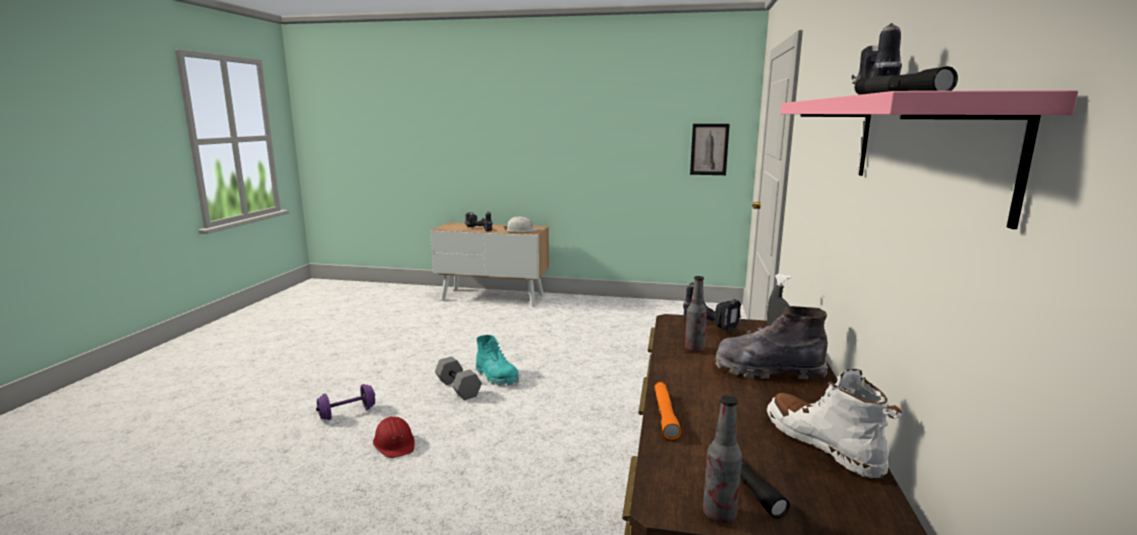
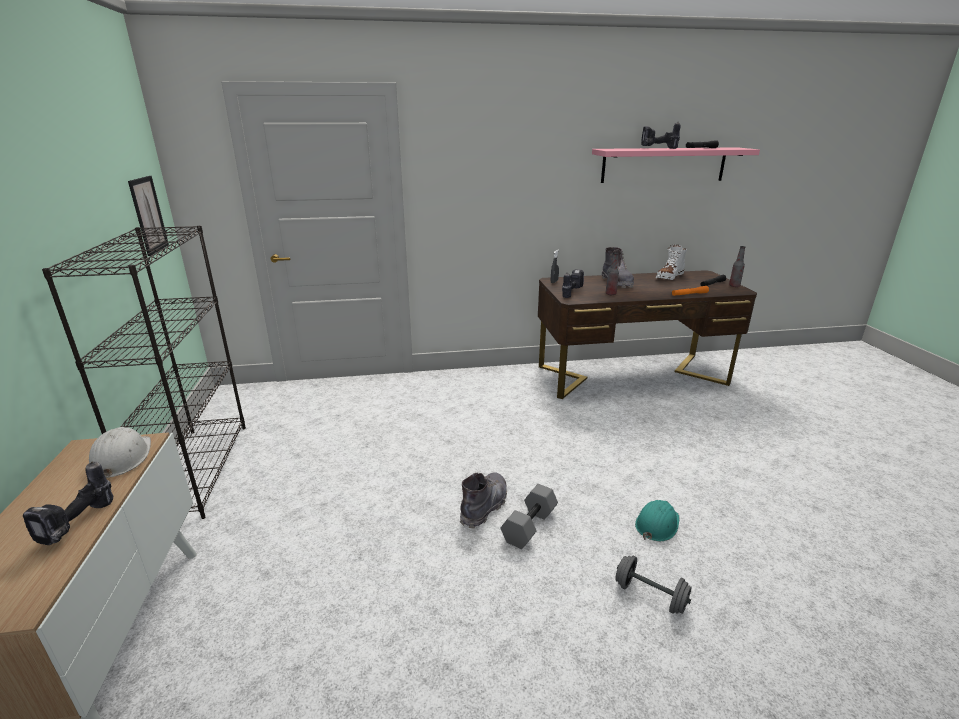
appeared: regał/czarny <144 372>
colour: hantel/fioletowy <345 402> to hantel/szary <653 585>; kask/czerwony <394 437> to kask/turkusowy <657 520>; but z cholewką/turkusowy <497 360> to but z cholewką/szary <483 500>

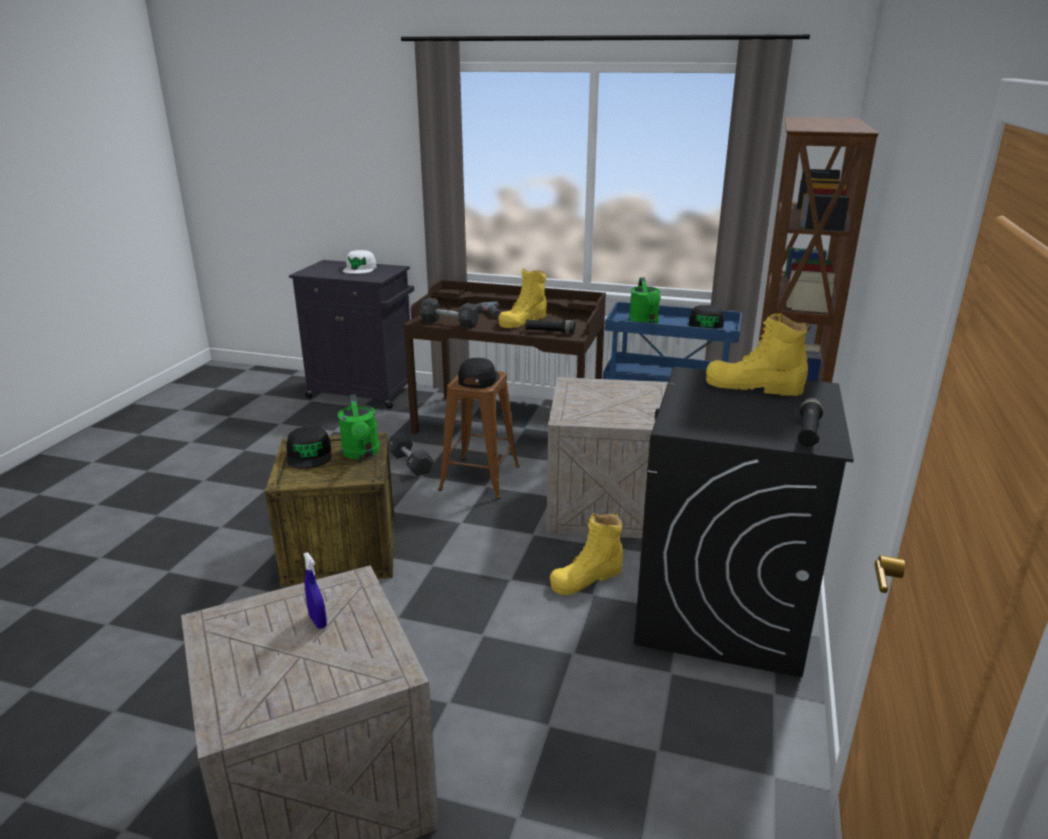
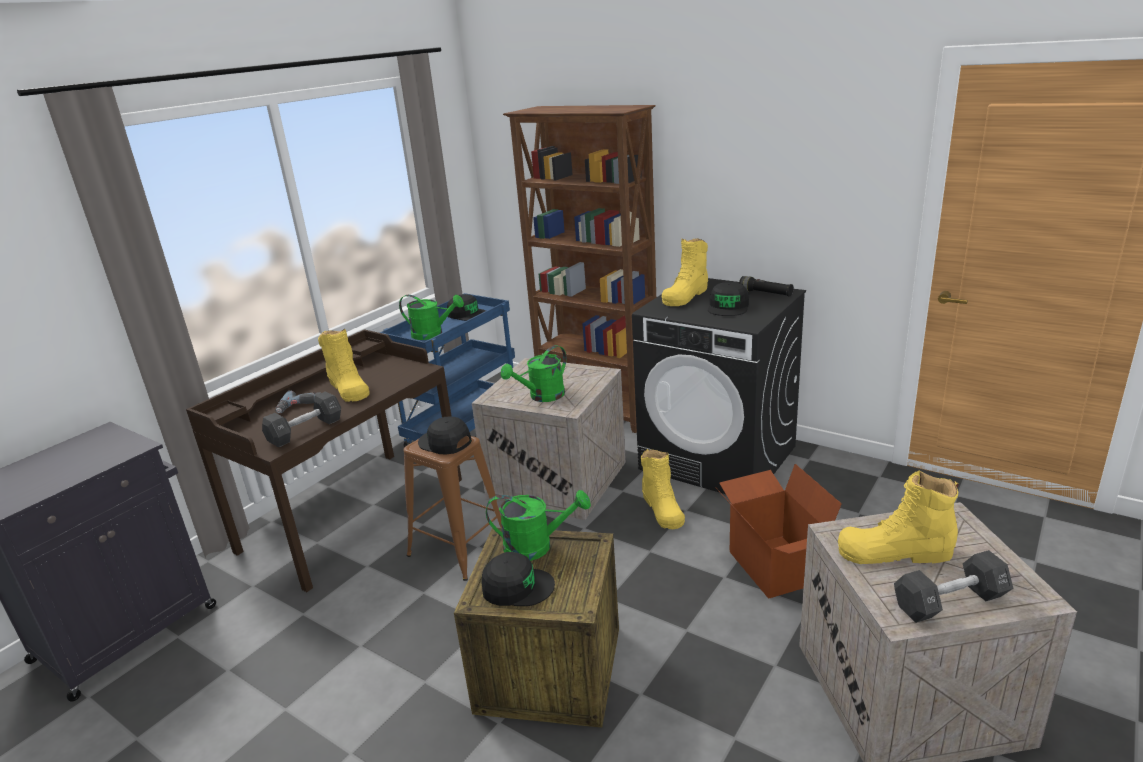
missing: czapka z daszkiem/biały <359 262>; latarka/czarny <550 326>
appeared: konewka/zielony <533 373>; czapka z daszkiem/czarny <728 299>; karton <778 531>
relocated: hantel/czarny <411 454> to <954 586>
exchanged: spryskiwacz/niebieski <315 590> to but z cholewką/żółty <898 517>

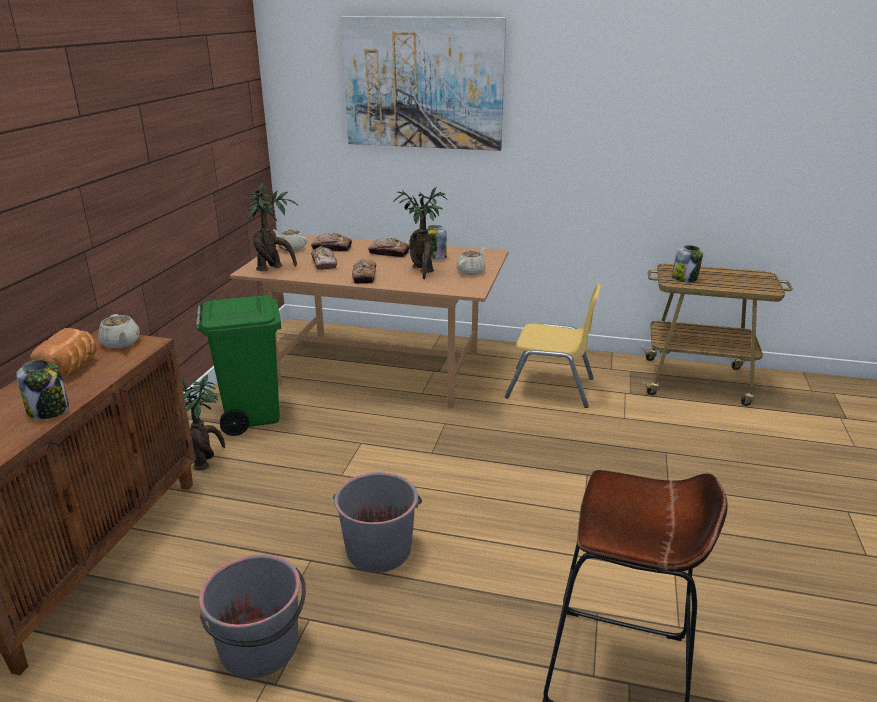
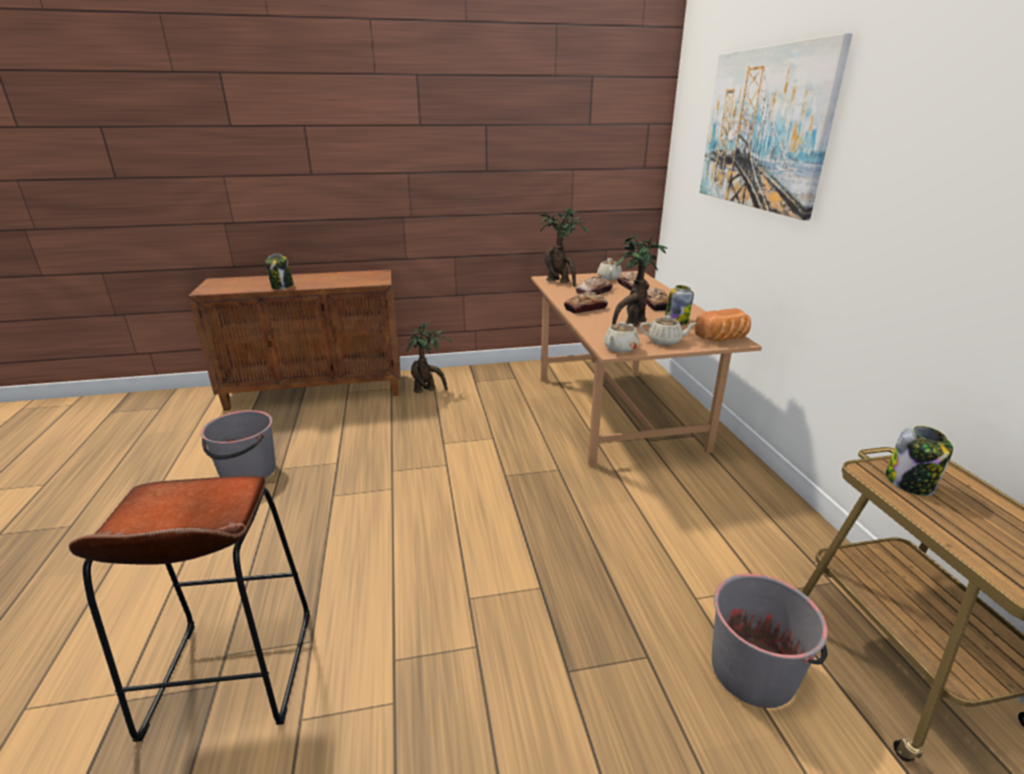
missing: kosz na śmieci/zielony <238 365>; krzesło/żółty <553 345>
relocated: chleb <63 353> to <723 325>; imbryk/beżowy <119 331> to <621 337>; wiadro/szary <377 522> to <770 640>

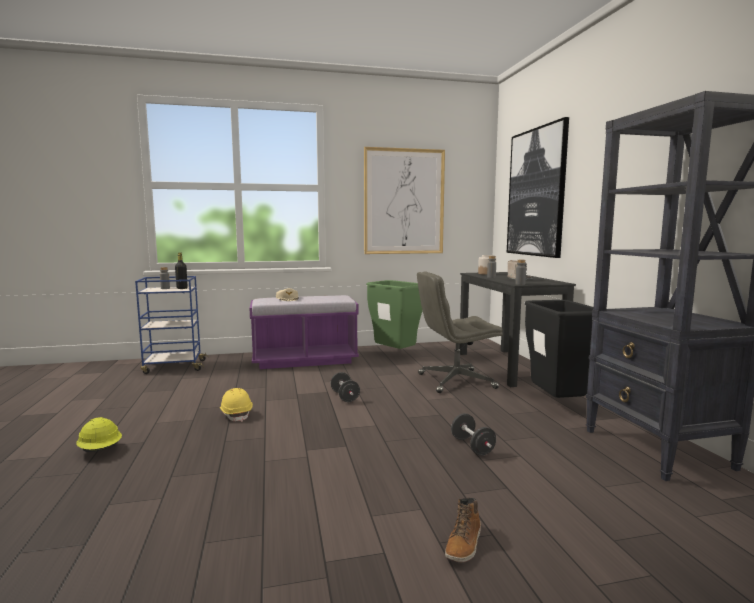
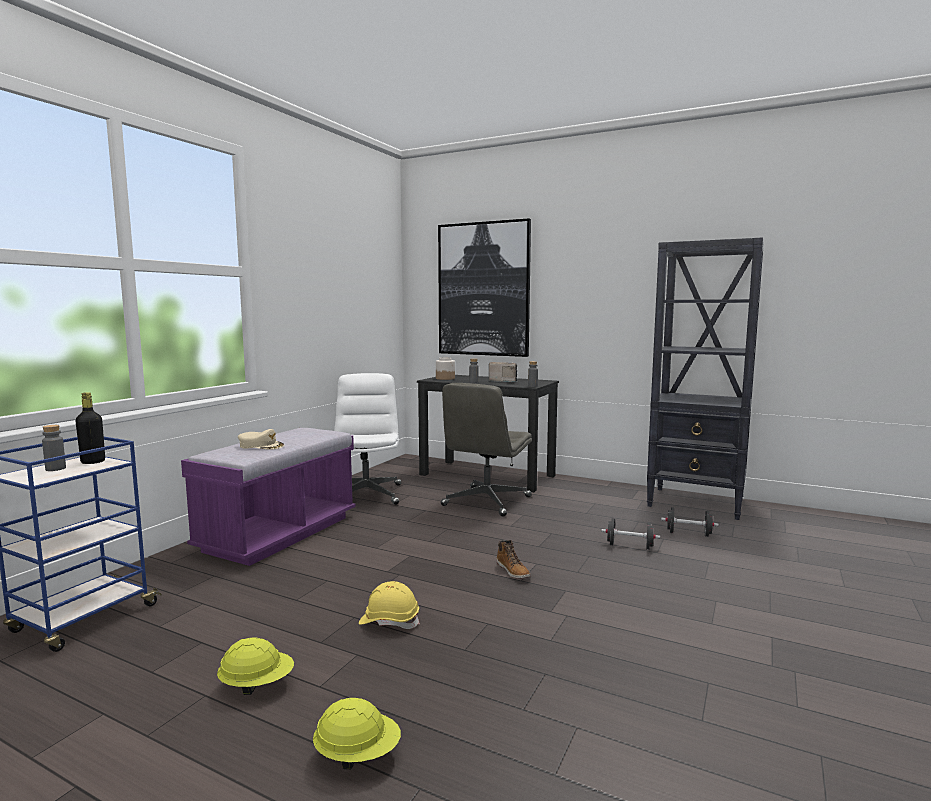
missing: obraz <404 200>; kosz na śmieci/czarny <559 349>
appeared: kask/żółty <255 666>
relocated: hantel/czarny <345 387> to <690 522>; but z cholewką <463 530> to <513 559>
exchanged: kosz na śmieci/zielony <394 314> to krzesło biurowe/biały <367 439>

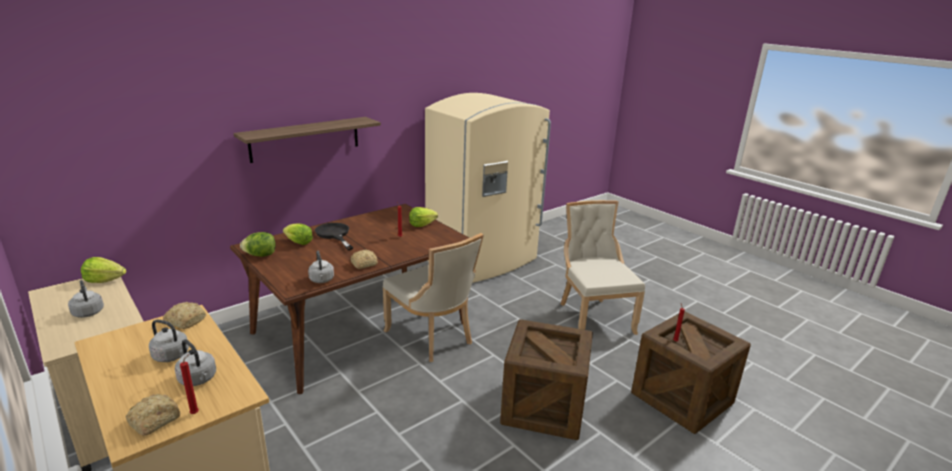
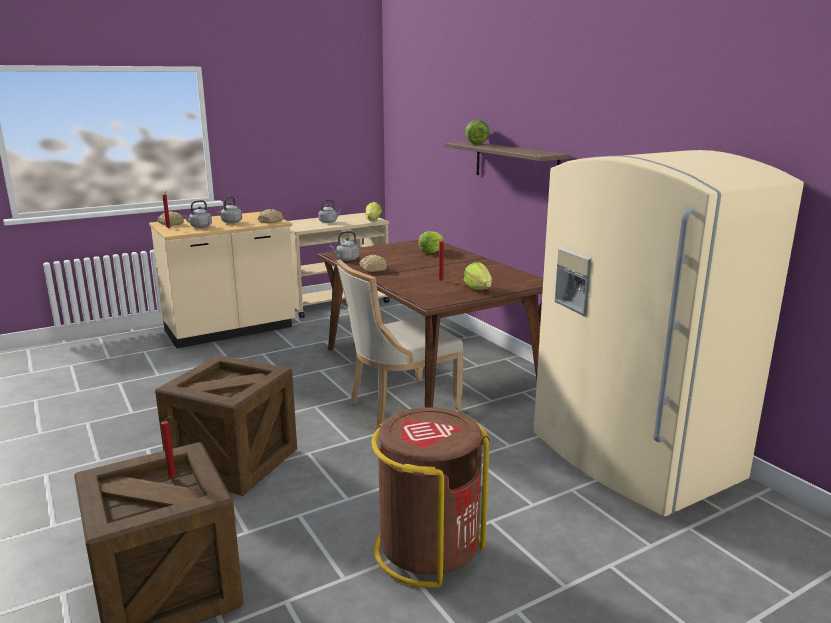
missing: patelnia/czarny <334 236>
relocated: sałata <258 244> to <477 132>
exchanged: krzesło/beżowy <602 267> to kosz na śmieci/brązowy <430 497>

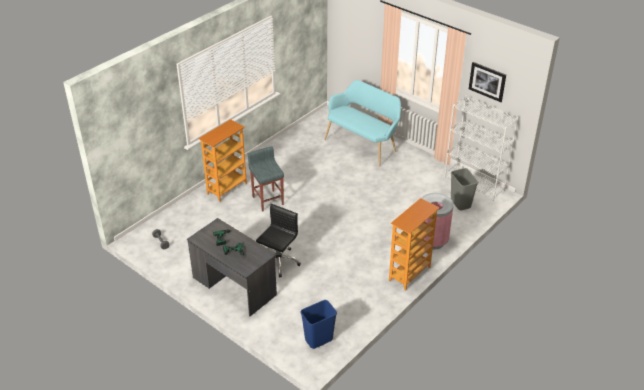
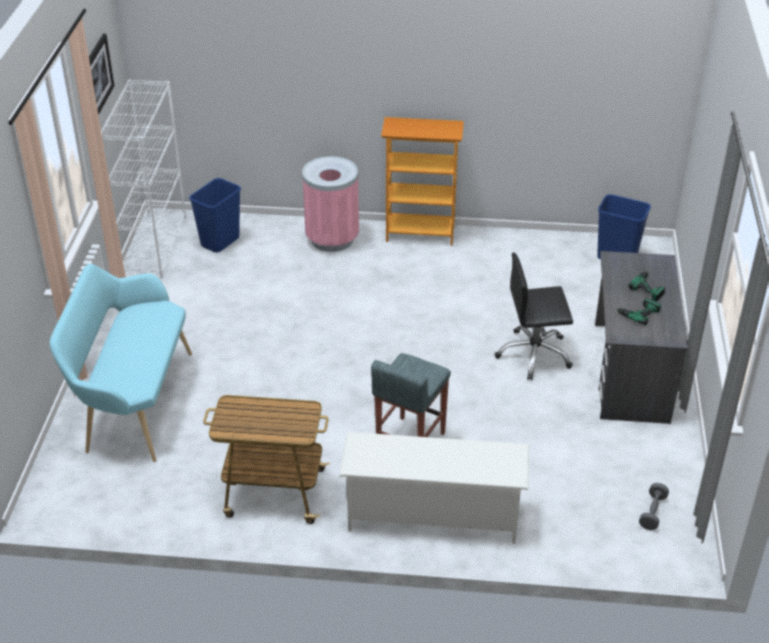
appeared: wózek <266 459>
exchanged: regał <222 160> to regał na buty/biały <434 488>
colour: kosz na śmieci/szary <464 189> to kosz na śmieci/niebieski <215 215>

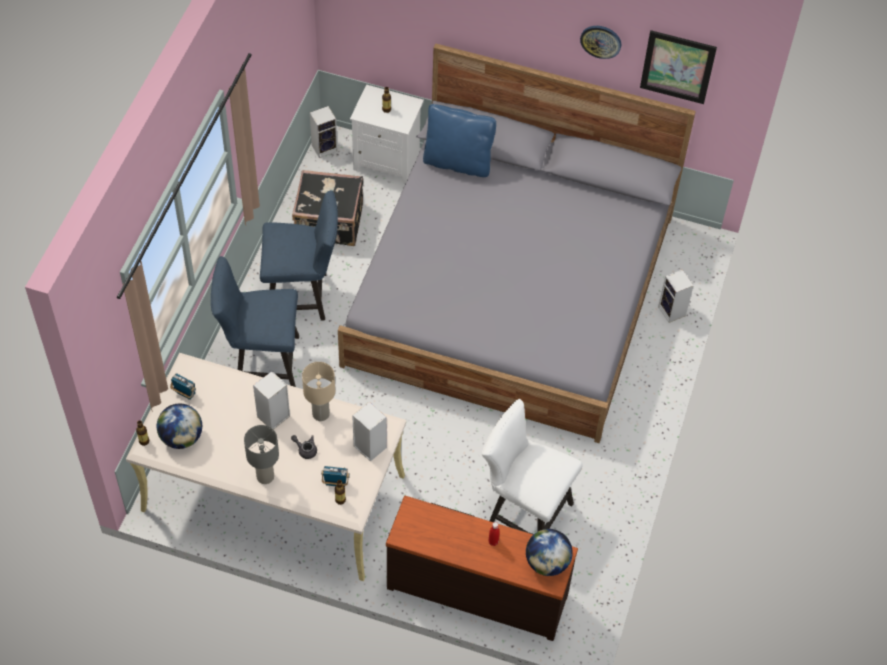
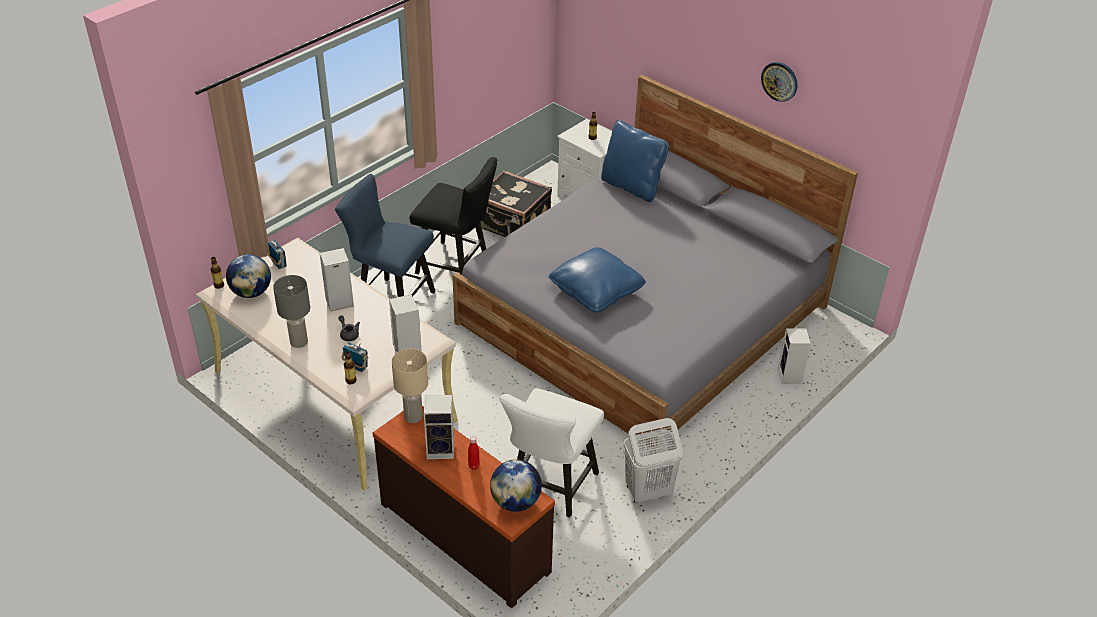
missing: obraz <678 67>
appeared: poduszka/niebieski <597 280>; kosz na pranie/biały <653 460>
relocated: lampa stołowa/beżowy <318 391> to <410 386>; głośnik <323 132> to <439 427>
colour: krzesło/niebieski <299 255> to krzesło/czarny <453 216>
spun: krzesło/biały <532 465> = <552 453> 120 degrees counterclockwise

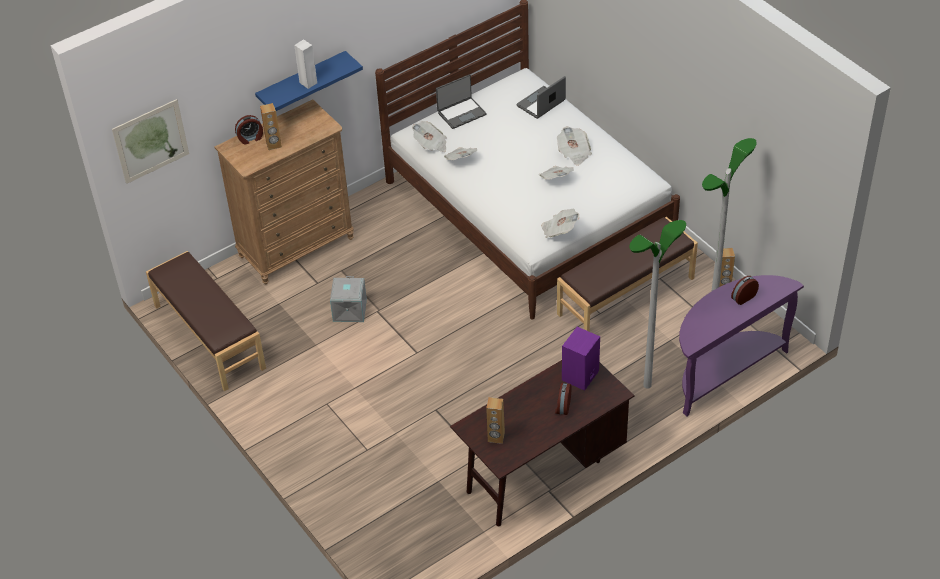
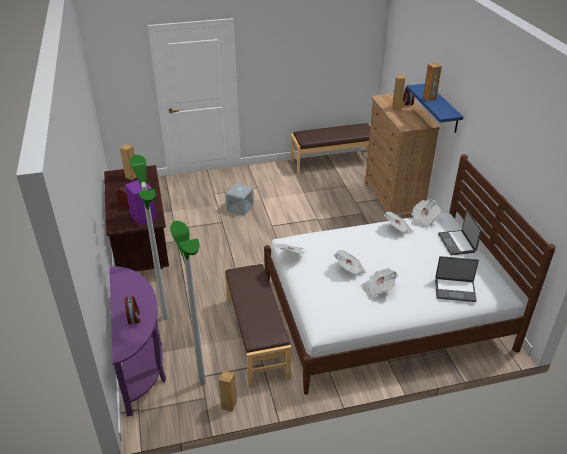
missing: obraz <150 141>
relocated: pojemnik do przechowywania/szary <348 299> to <239 199>
colour: głośnik/biały <305 64> to głośnik/brązowy <432 82>
spun: laptop <541 97> = <457 279> 120 degrees clockwise

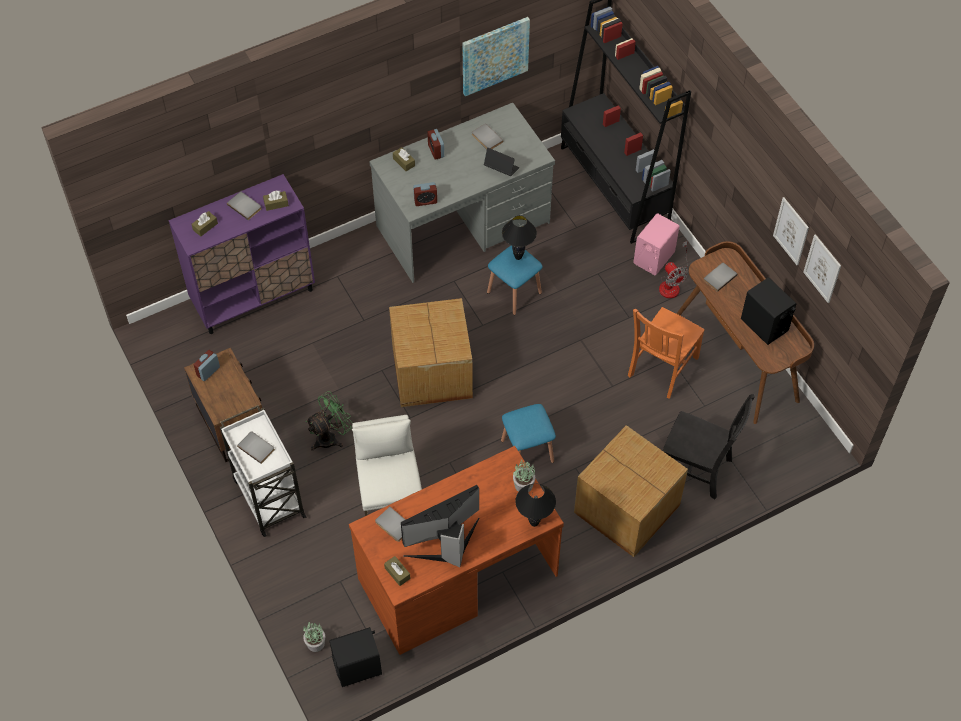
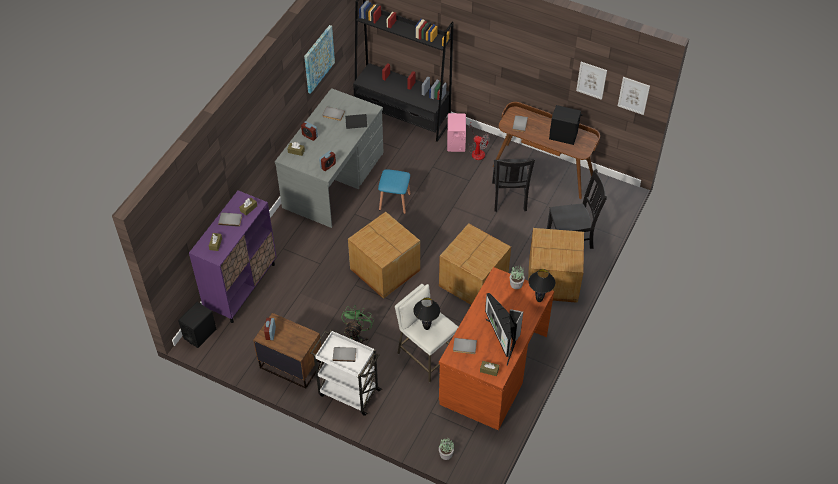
relocated: głośnik/czarny <355 657> to <197 325>; lampa stołowa/czarny <519 237> to <427 313>; obraz <791 231> to <634 96>
exchanged: stołek/niebieski <528 433> to karton <475 264>
colour: krzesło/pomarańczowy <666 353> to krzesło/czarny <513 185>
spun: monitor <440 526> = <504 329> 45 degrees counterclockwise

